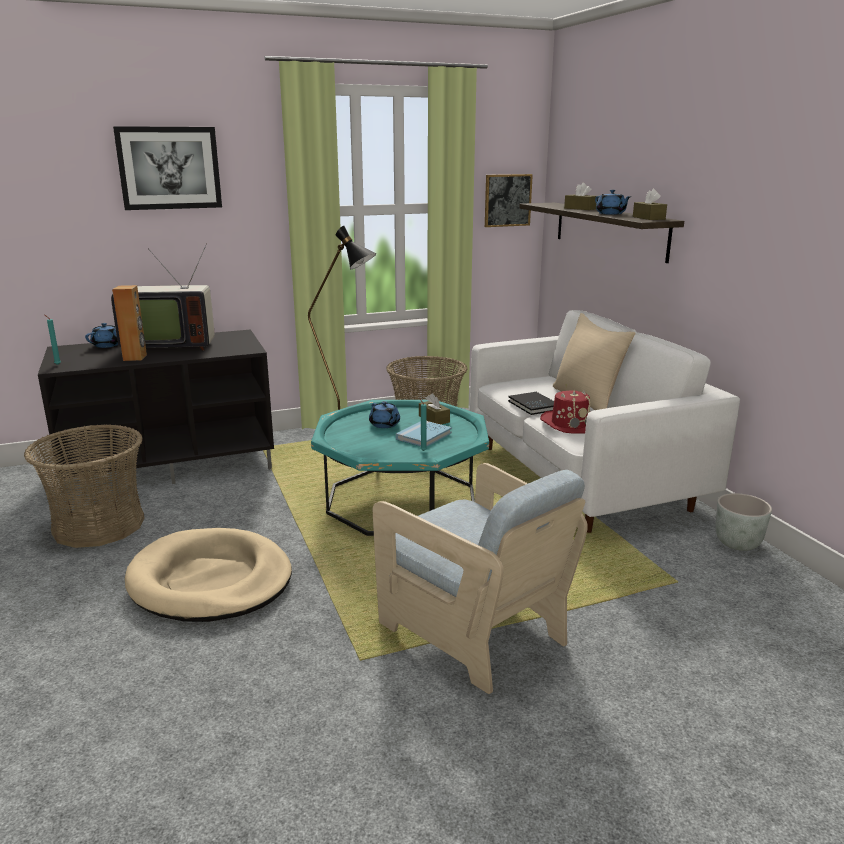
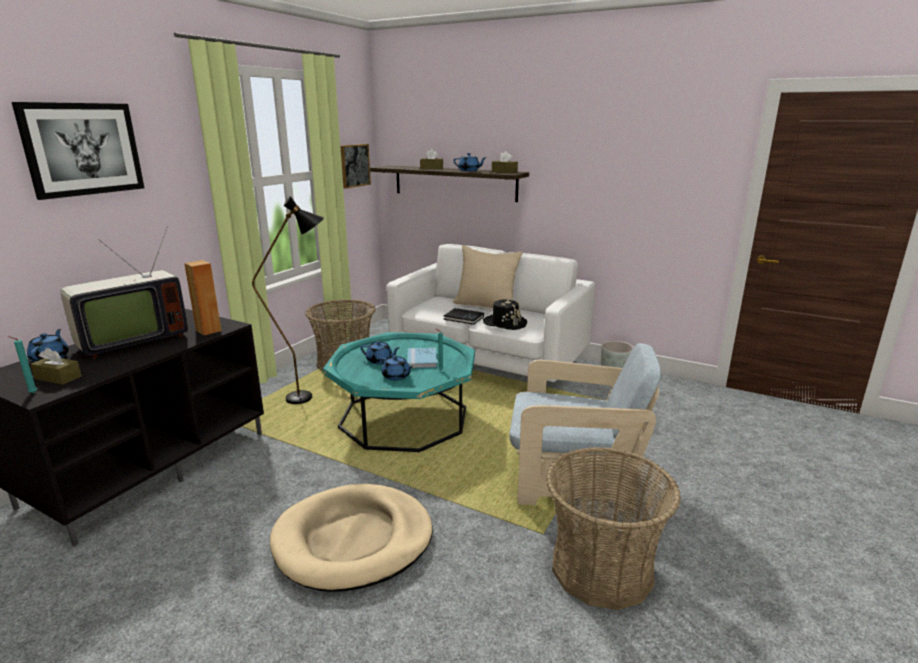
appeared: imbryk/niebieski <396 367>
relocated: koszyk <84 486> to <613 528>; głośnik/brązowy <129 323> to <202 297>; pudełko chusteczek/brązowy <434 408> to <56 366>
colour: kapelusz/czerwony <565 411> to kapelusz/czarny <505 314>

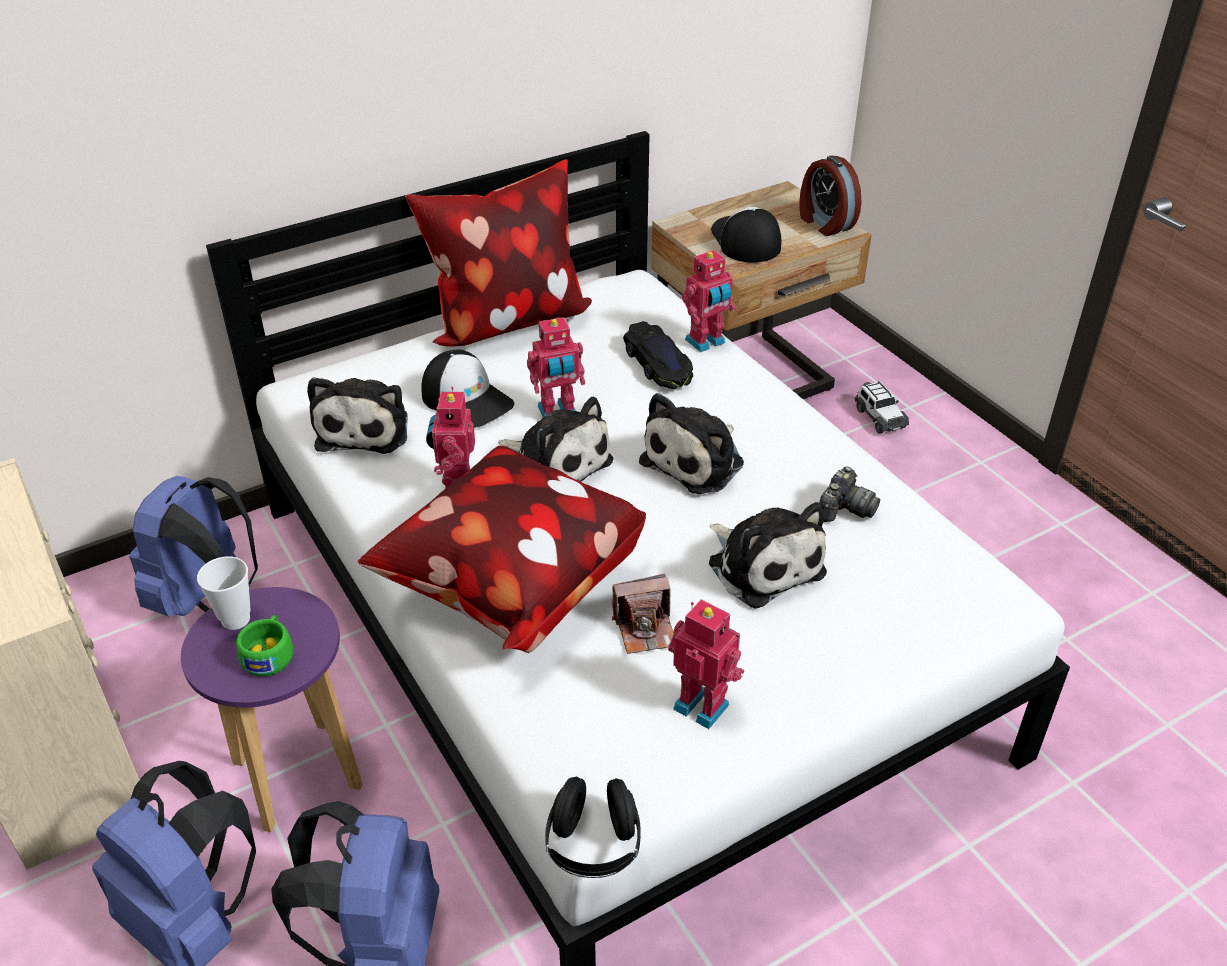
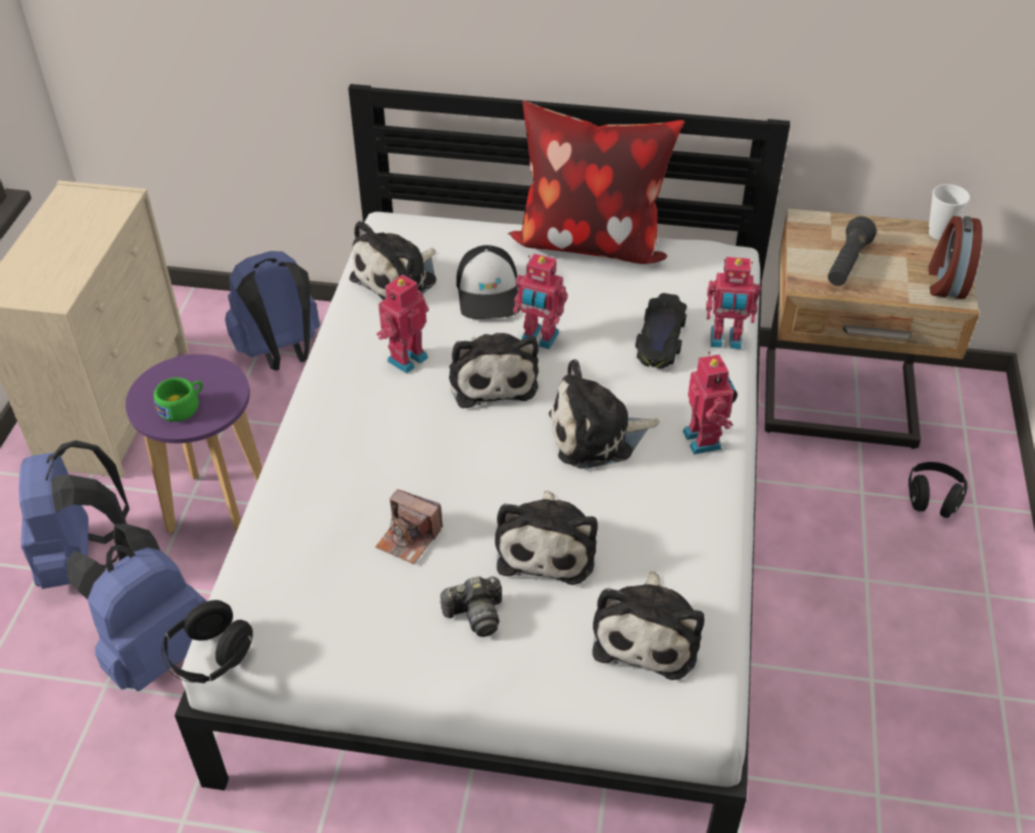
missing: poduszka <501 549>
appeared: pluszak <648 625>
relocated: filiżanka <224 593> to <949 212>; robot zabawkowy <706 664> to <710 403>; aparat fotograficzny <849 494> to <471 606>
exchanged: czapka z daszkiem <746 235> to latarka/czarny <852 251>; samochodzik <882 407> to słuchawki/czarny <937 490>

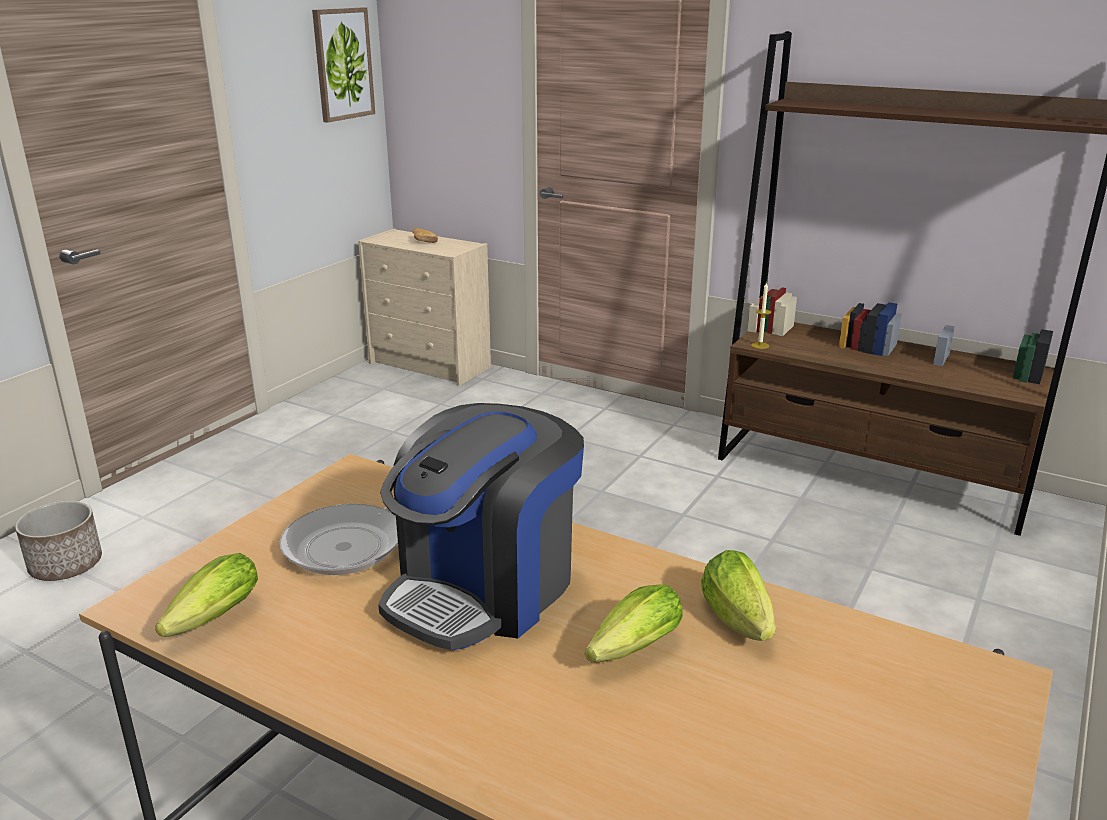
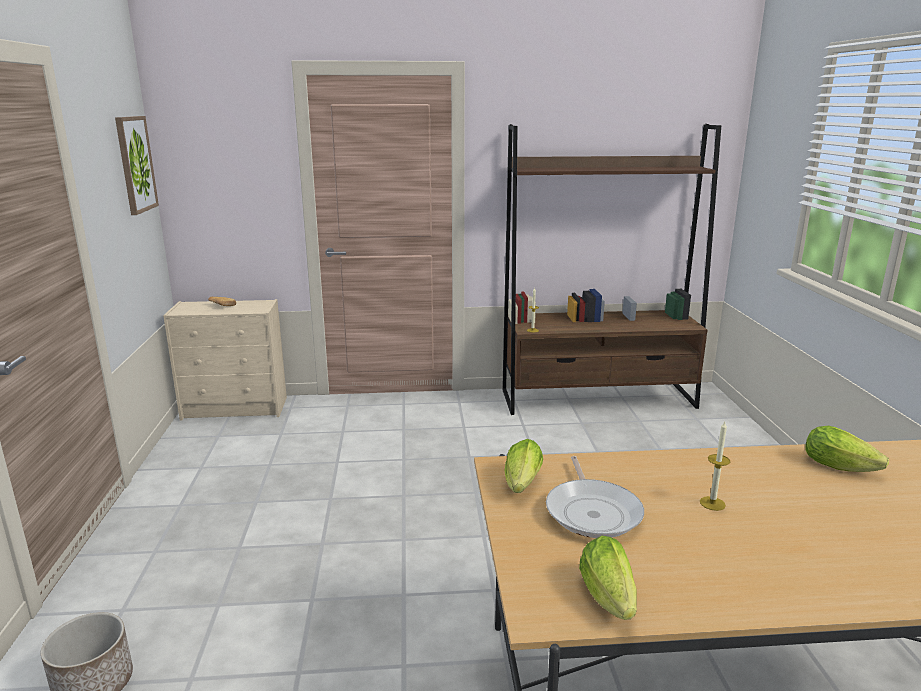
relocated: sałata <634 624> to <524 466>
exchanged: ekspres do kawy <481 526> to świeca <715 466>

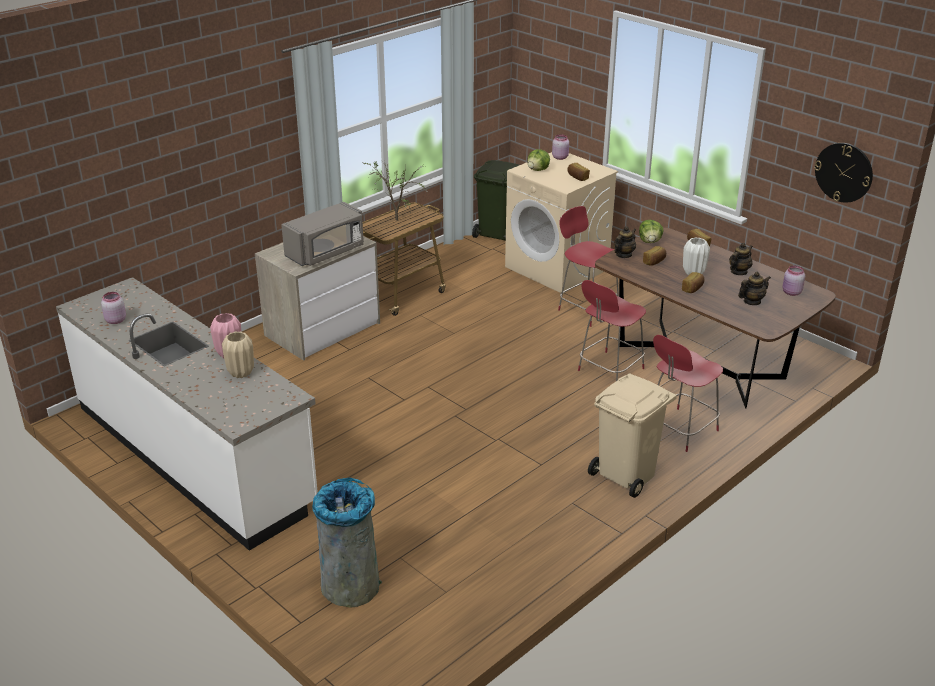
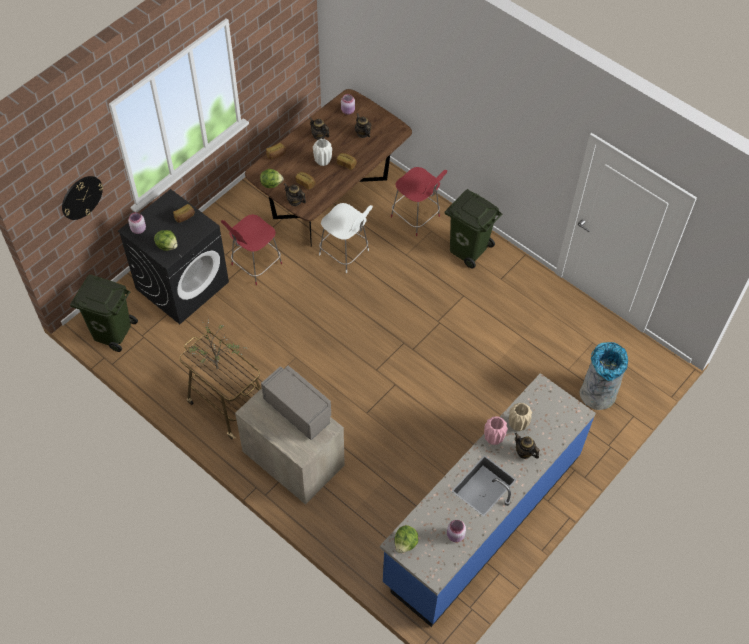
appeared: sałata <406 539>; imbryk <527 446>
relocated: zegar ścienny <843 173> to <82 198>
colour: zabudowa kuchenna/biały <187 414> to zabudowa kuchenna/niebieski <488 500>; pralka/beżowy <561 222> to pralka/czarny <173 256>; krzesło/czerwony <612 330> to krzesło/biały <346 238>; kosz na śmieci/beżowy <632 435> to kosz na śmieci/zielony <473 229>

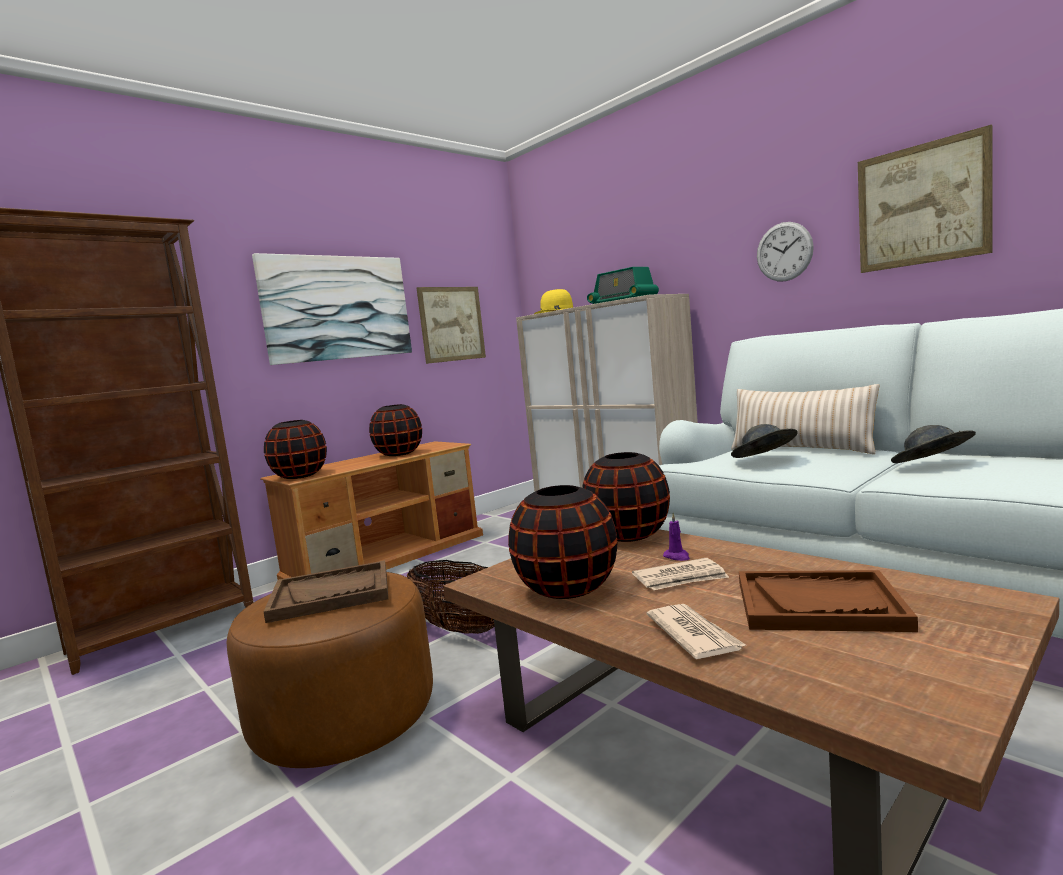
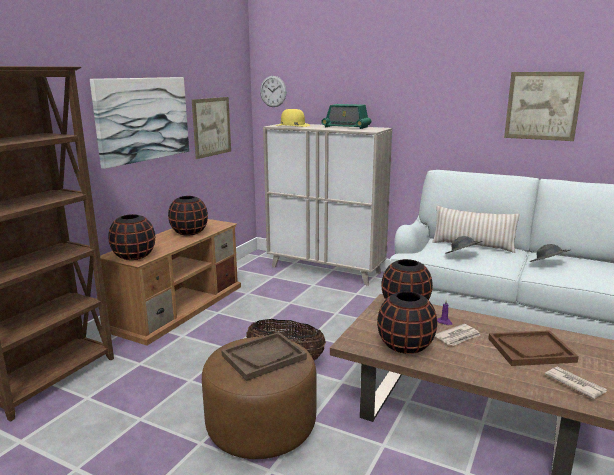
relocated: gazeta <697 631> to <576 382>; zegar ścienny <785 251> to <273 91>

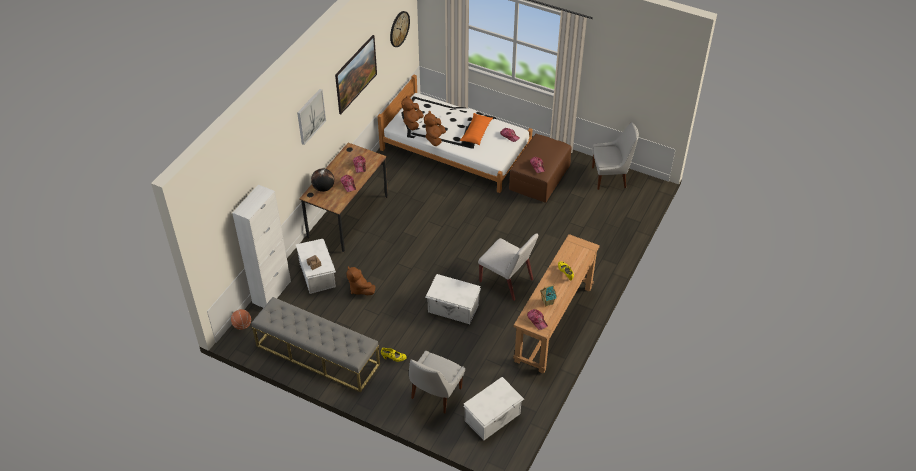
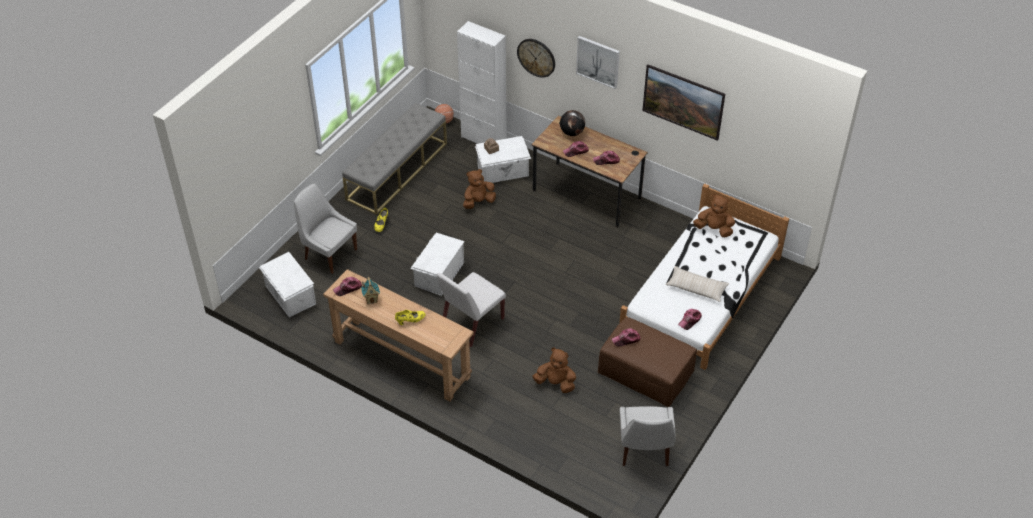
relocated: zegar ścienny <400 29> to <536 58>; pluszak/brązowy <435 128> to <554 370>
colour: poduszka/pomarańczowy <476 129> to poduszka/beżowy <697 284>

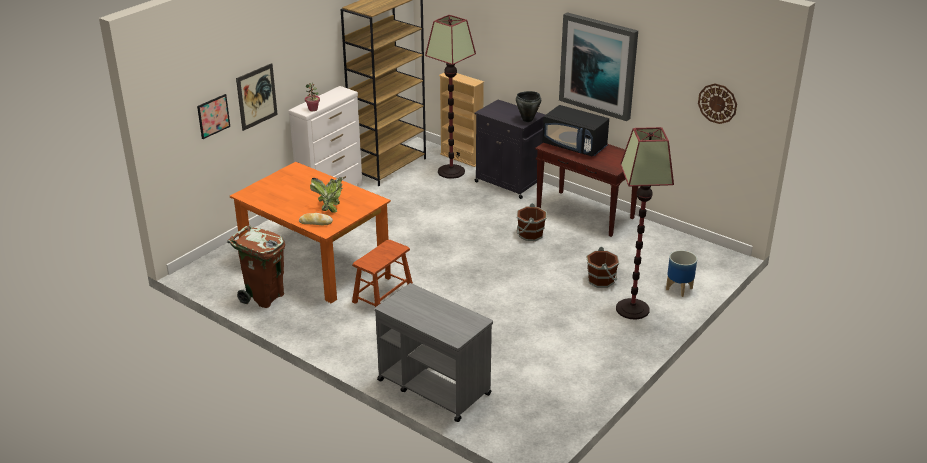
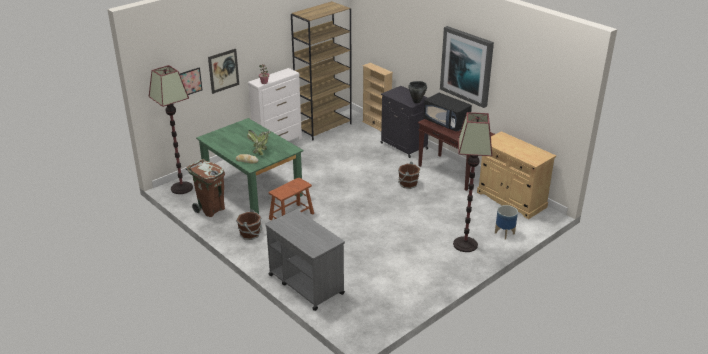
missing: zegar ścienny <717 104>
appeared: szafka/beżowy <516 175>
relocated: lampa stojąca <450 97> to <171 129>; wiadro/brązowy <602 267> to <249 224>
colour: stół jadalny/pomarańczowy <310 232> to stół jadalny/zielony <250 166>

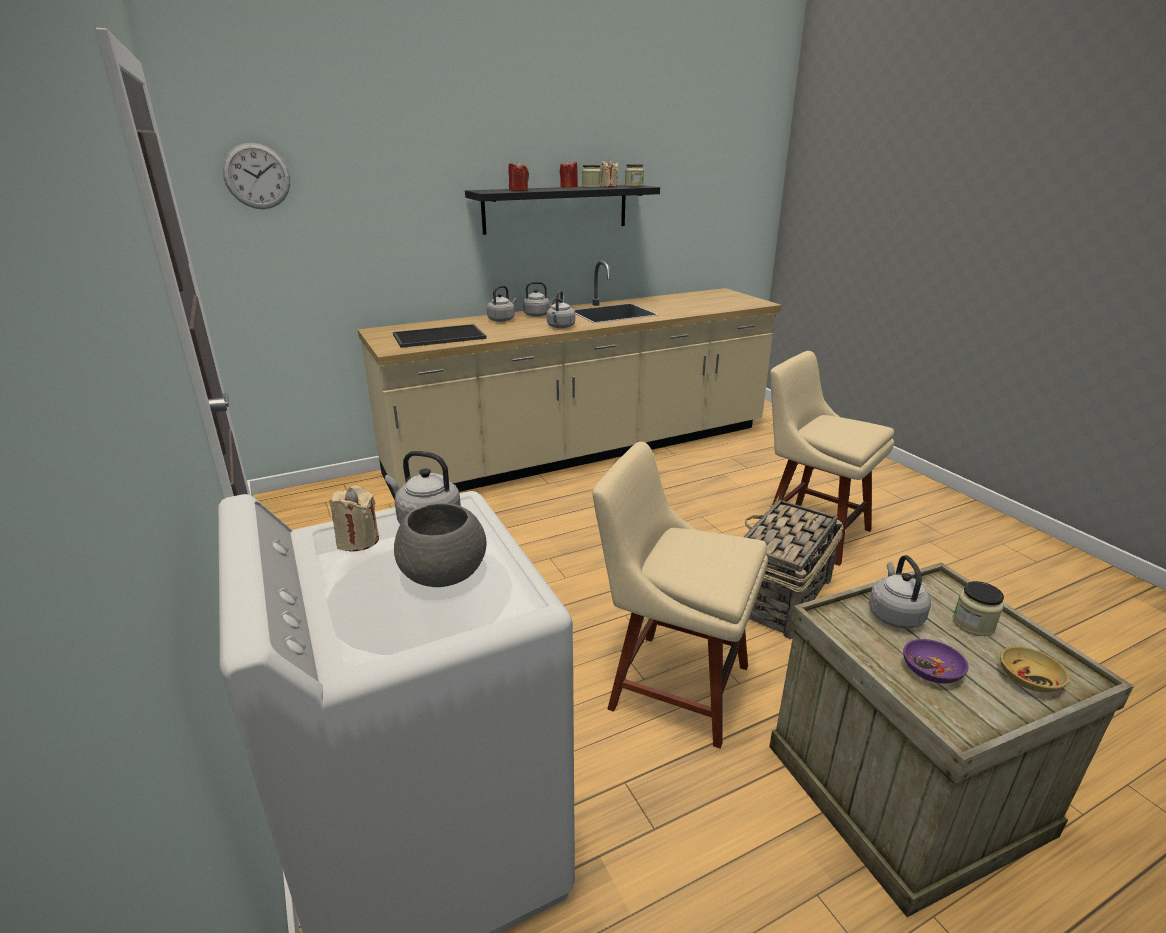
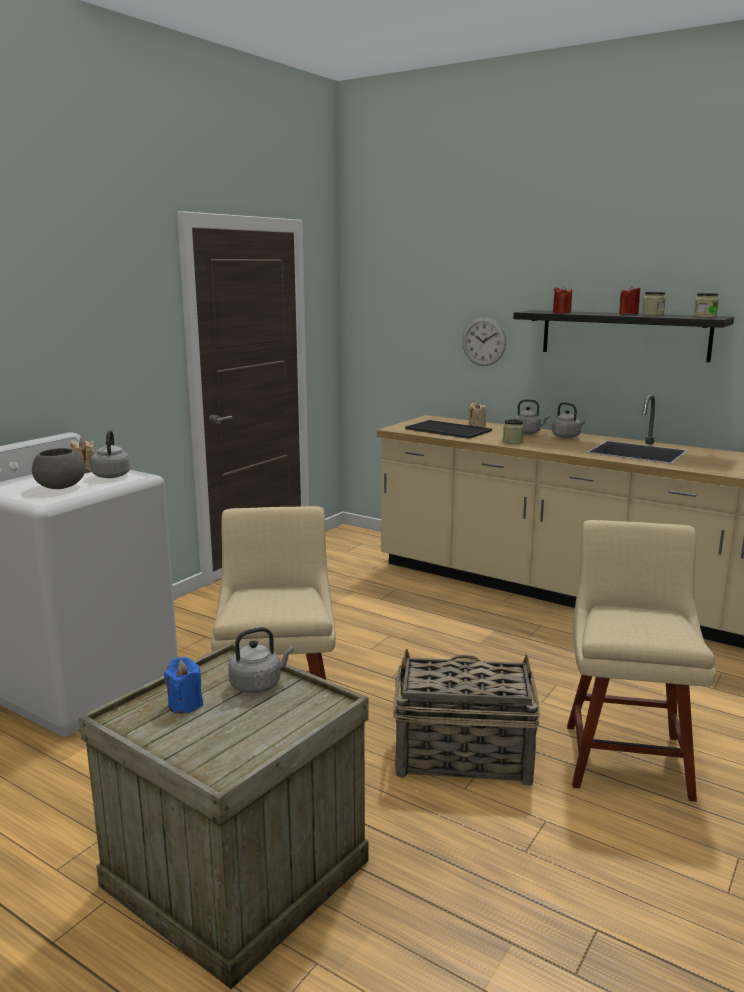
missing: czajnik/szary <561 309>; miska/beżowy <1035 669>
relocated: zegar ścienny <256 176> to <484 341>; świeca/beżowy <609 173> to <477 414>; słoik <978 608> to <513 431>
exchanged: miska/fioletowy <936 661> to świeca/niebieski <183 685>

